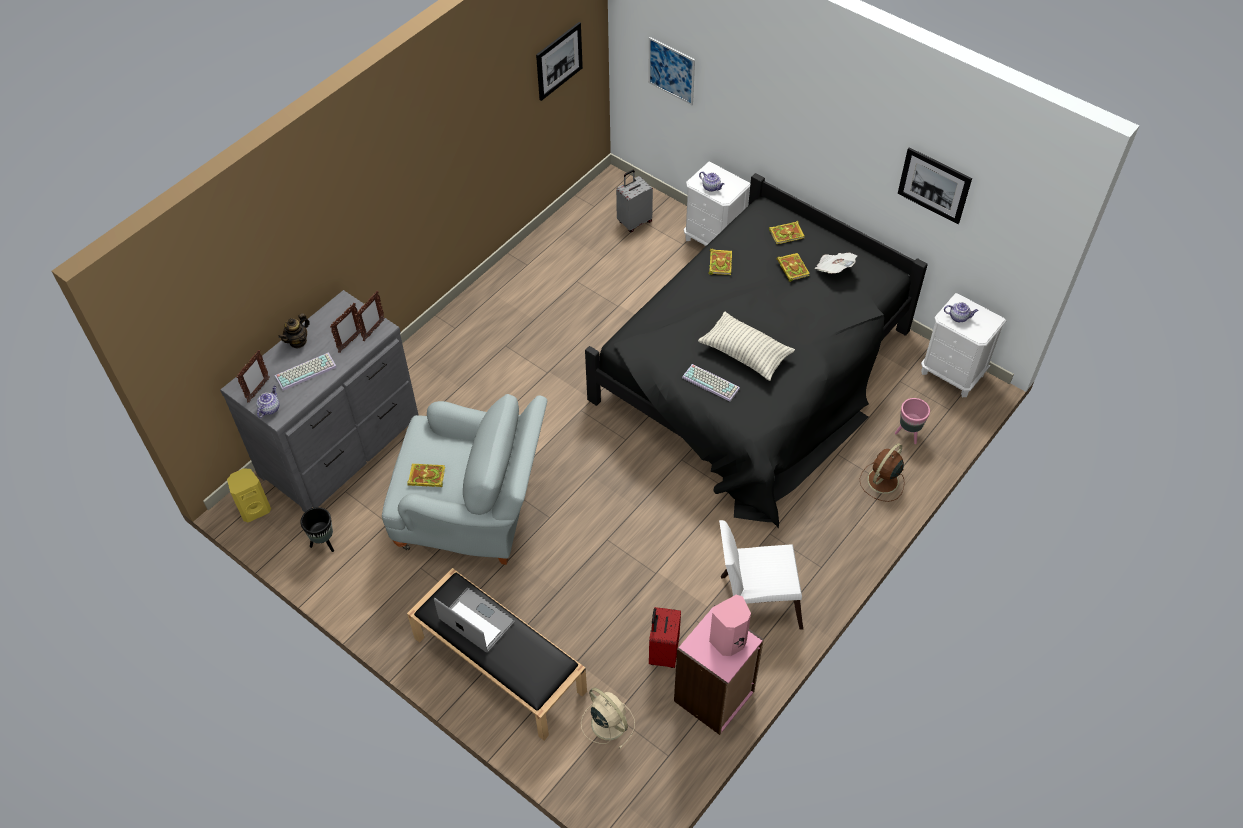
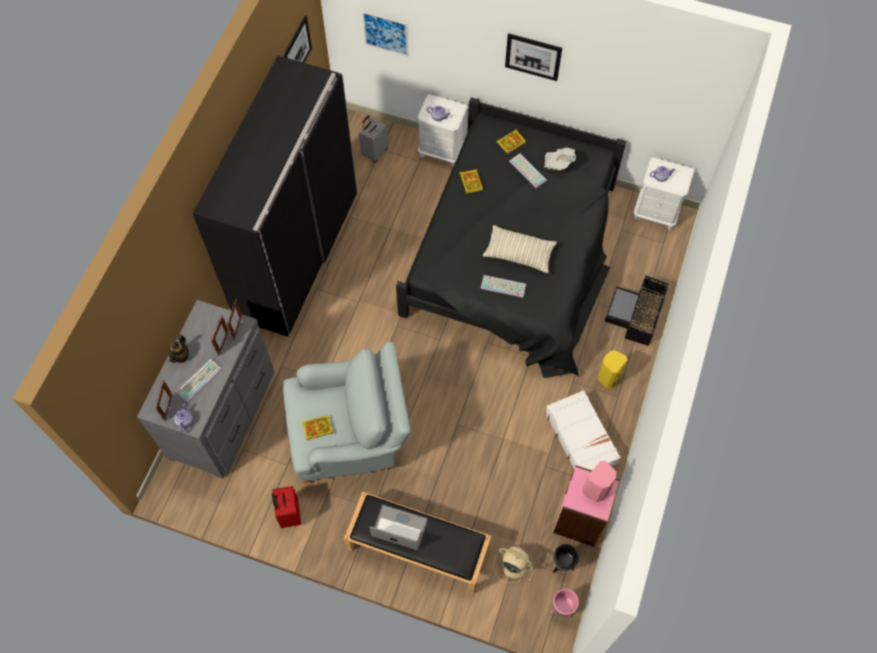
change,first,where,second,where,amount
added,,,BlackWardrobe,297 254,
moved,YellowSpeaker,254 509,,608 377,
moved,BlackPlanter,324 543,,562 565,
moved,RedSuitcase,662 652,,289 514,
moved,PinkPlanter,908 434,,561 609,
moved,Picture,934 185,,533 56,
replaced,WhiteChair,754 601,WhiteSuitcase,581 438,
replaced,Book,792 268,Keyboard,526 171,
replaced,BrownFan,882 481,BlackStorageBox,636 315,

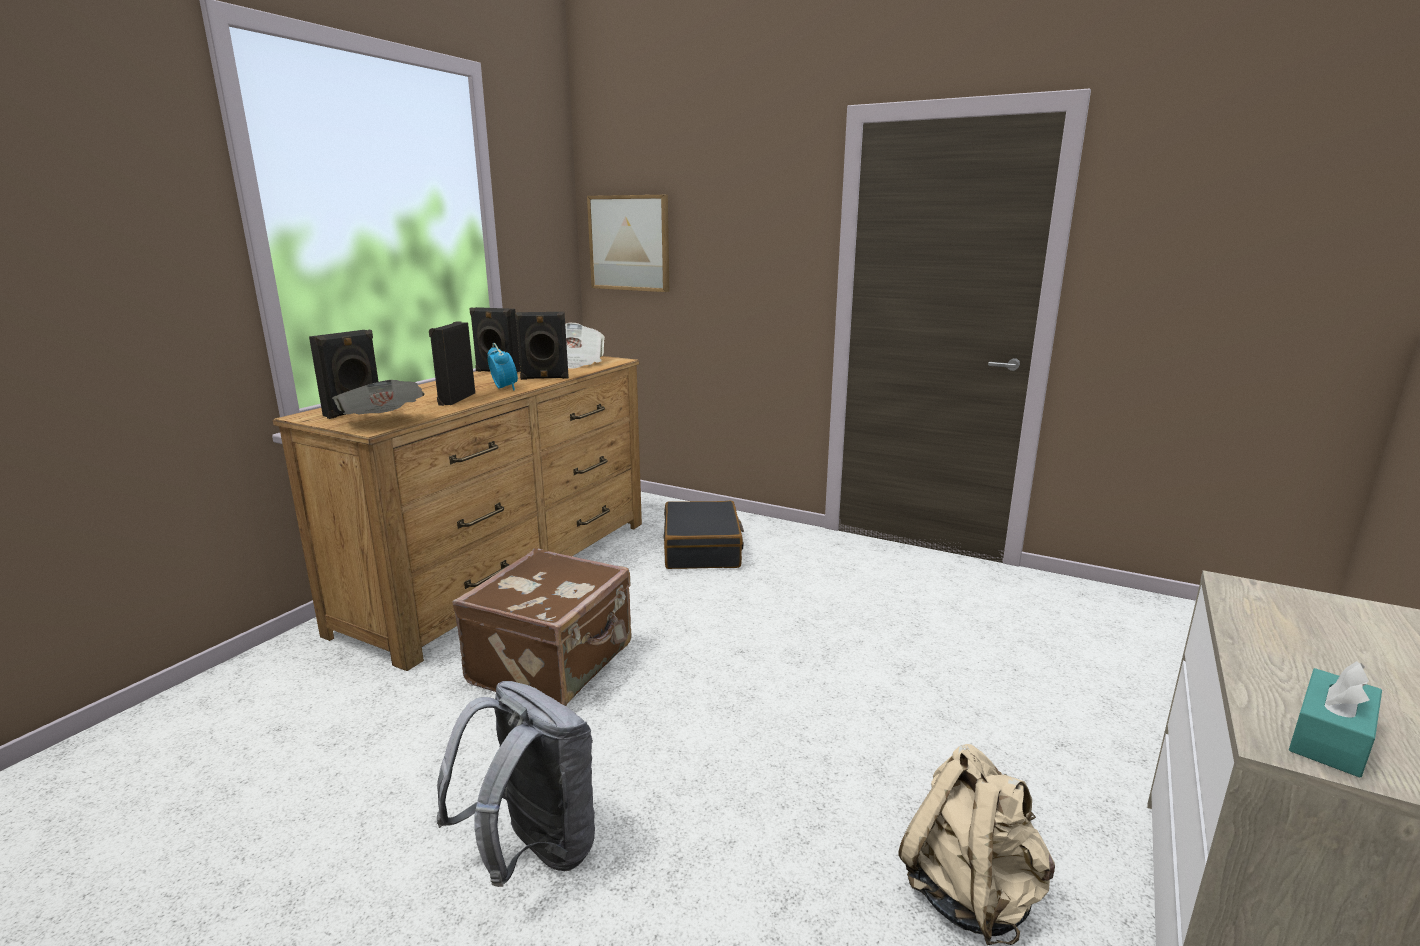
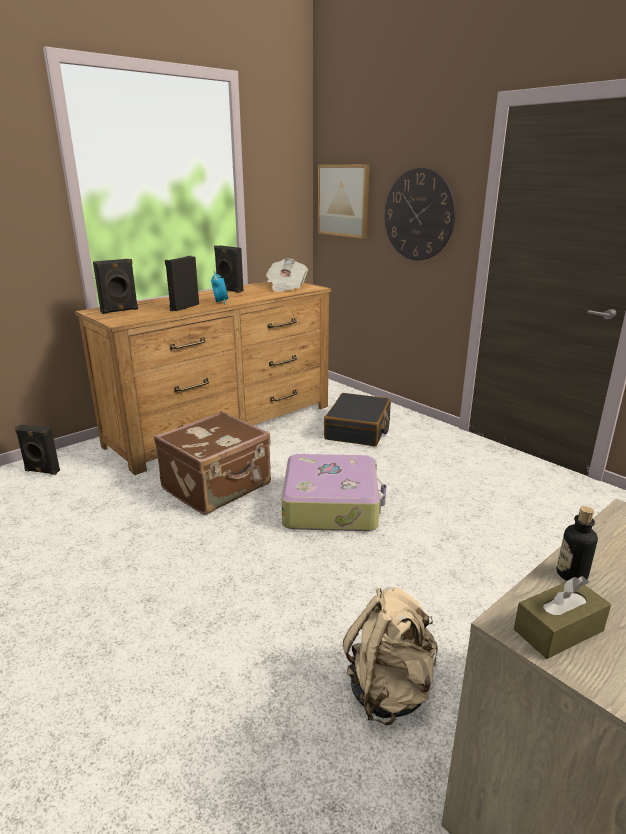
change,first,where,second,where,amount
removed,Newspaper,383 422,,,
removed,GreyBackpack,532 852,,,
added,,,Suitcase,332 505,
added,,,WallClock,419 215,
added,,,Bottle,571 574,
moved,BlackSpeaker,544 378,,41 471,
recoloured,TurquoiseTissueBox,1329 738,BrownTissueBox,558 630,

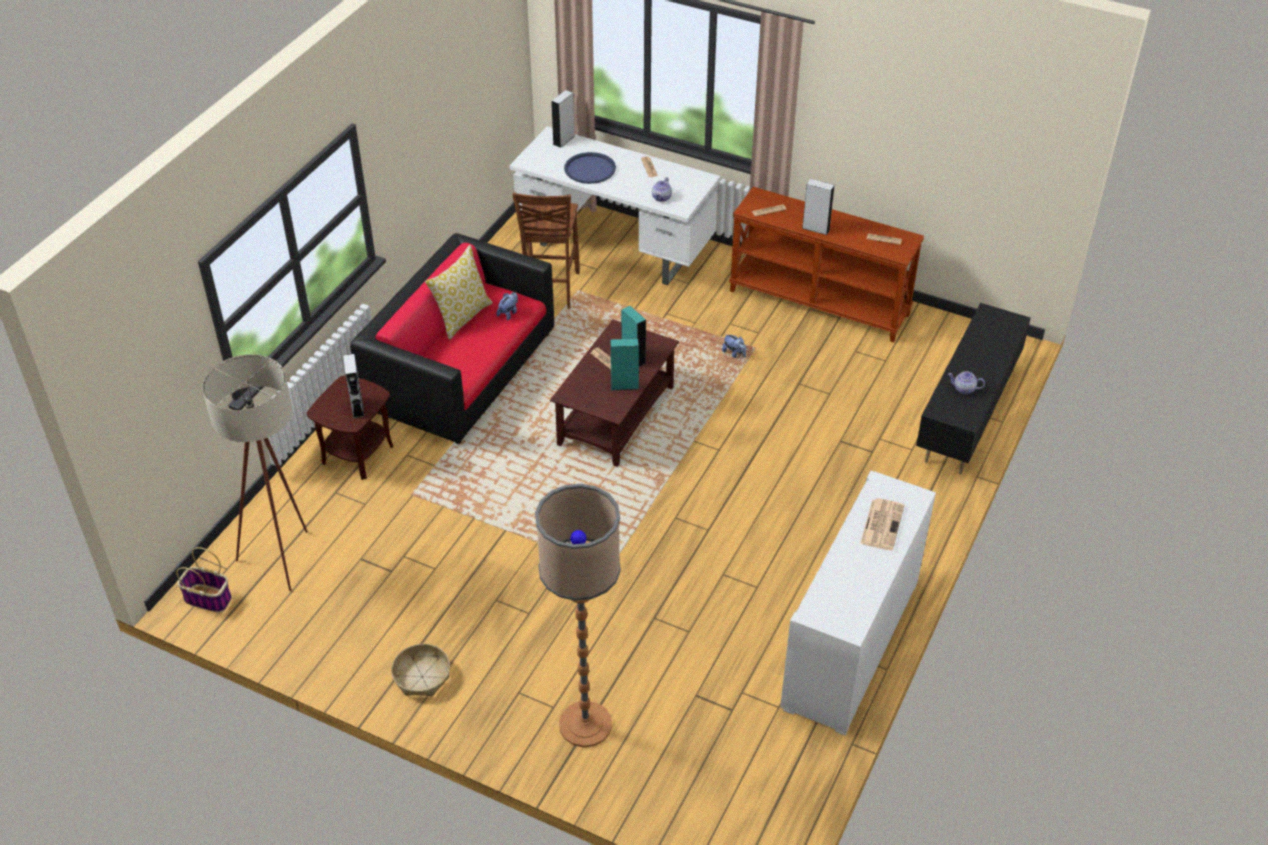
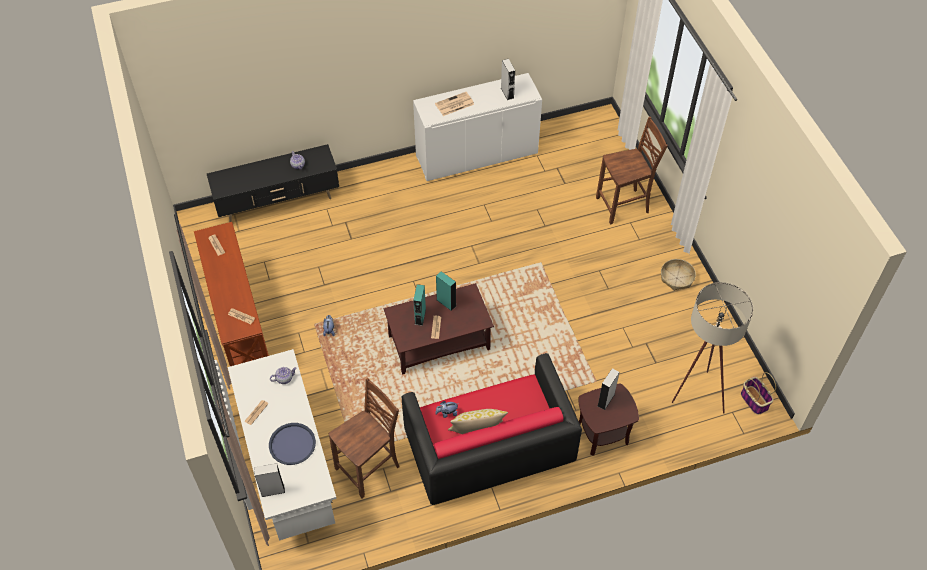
change,first,where,second,where,amount
moved,GreySpeaker,815 228,,507 93,
replaced,FloorLamp,585 724,BrownChair,624 206,

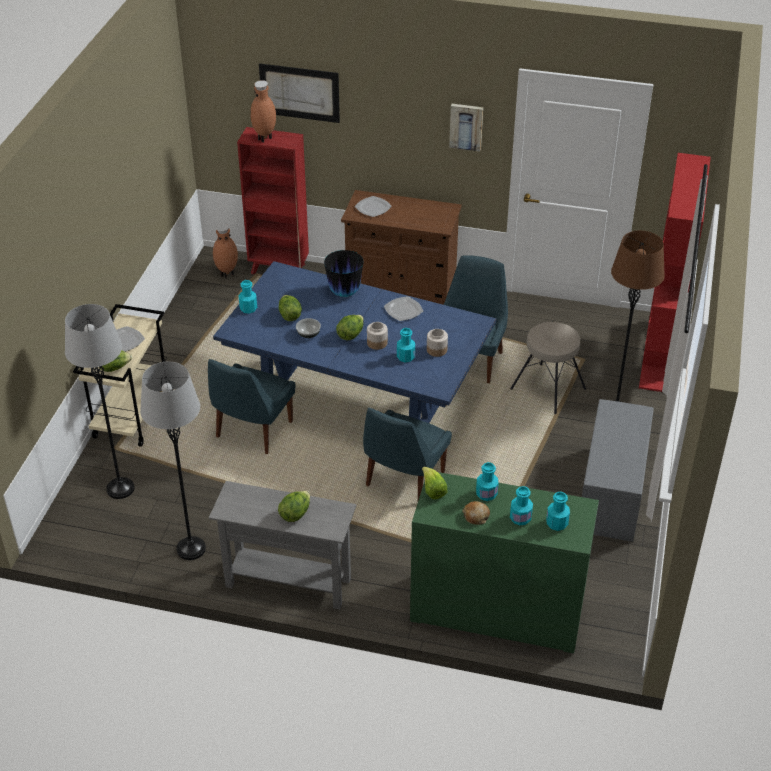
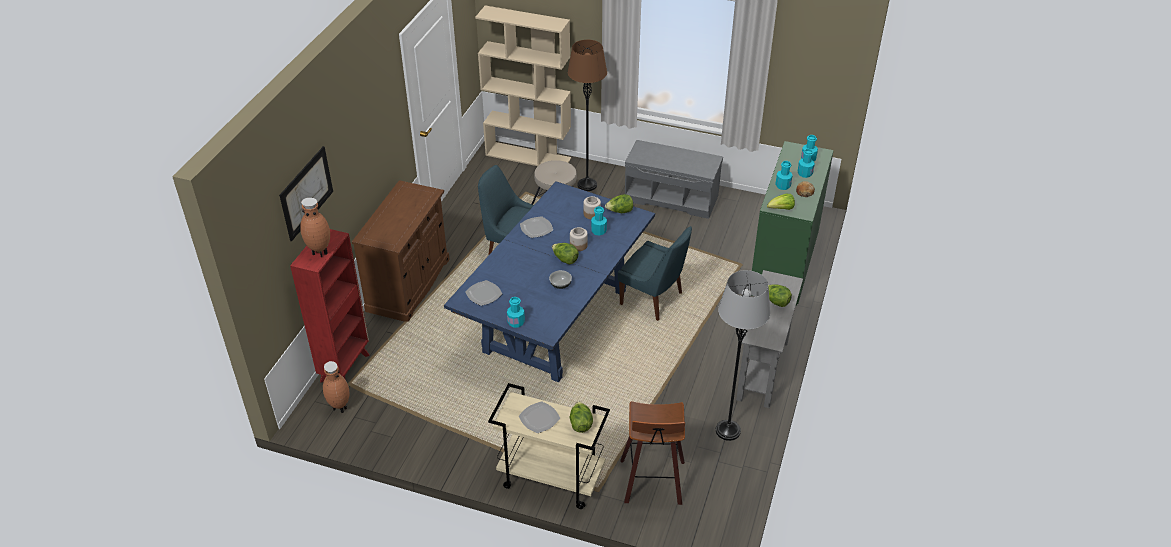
change,first,where,second,where,amount
removed,BlueChair,252 431,,,
removed,Vase,344 293,,,
removed,Picture,466 126,,,
moved,Lettuce,289 315,,620 212,
moved,Plate,373 208,,483 294,
replaced,GreyFloorLamp,120 489,Stool,653 484,
recoloured,RedBookcase,659 356,BeigeBookcase,528 156,

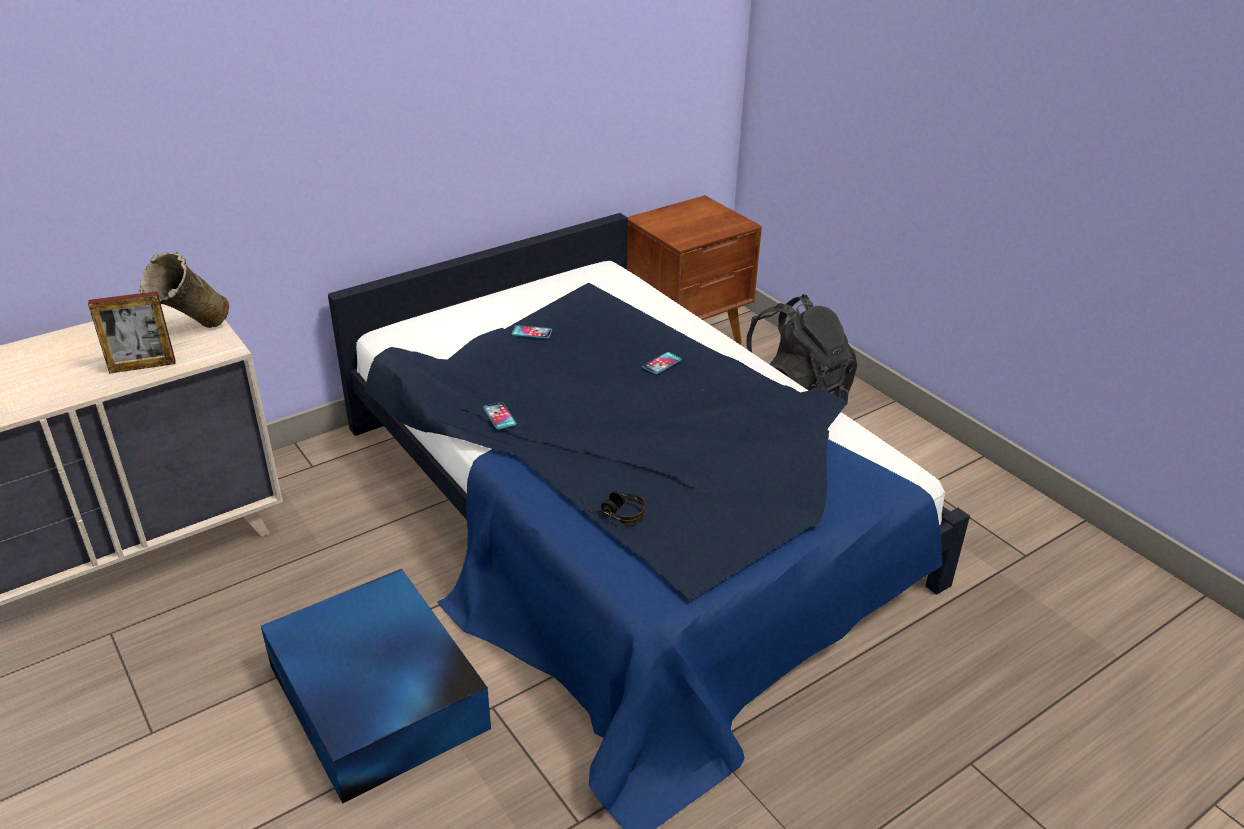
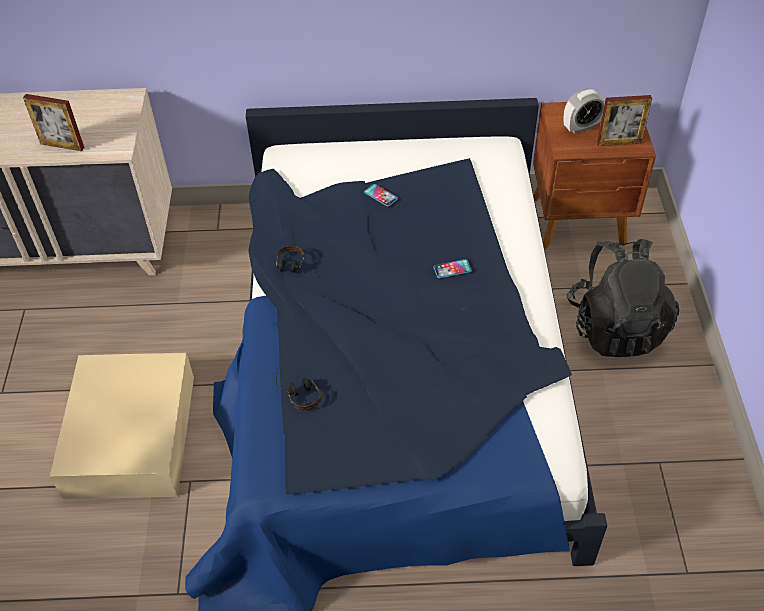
change,first,where,second,where,amount
removed,BeigeVase,193 334,,,
added,,,AlarmClock,581 127,
added,,,PictureFrame,619 142,
replaced,Phone,499 416,Headphones,290 269,
recoloured,BlueStorageBox,378 699,BeigeStorageBox,130 437,

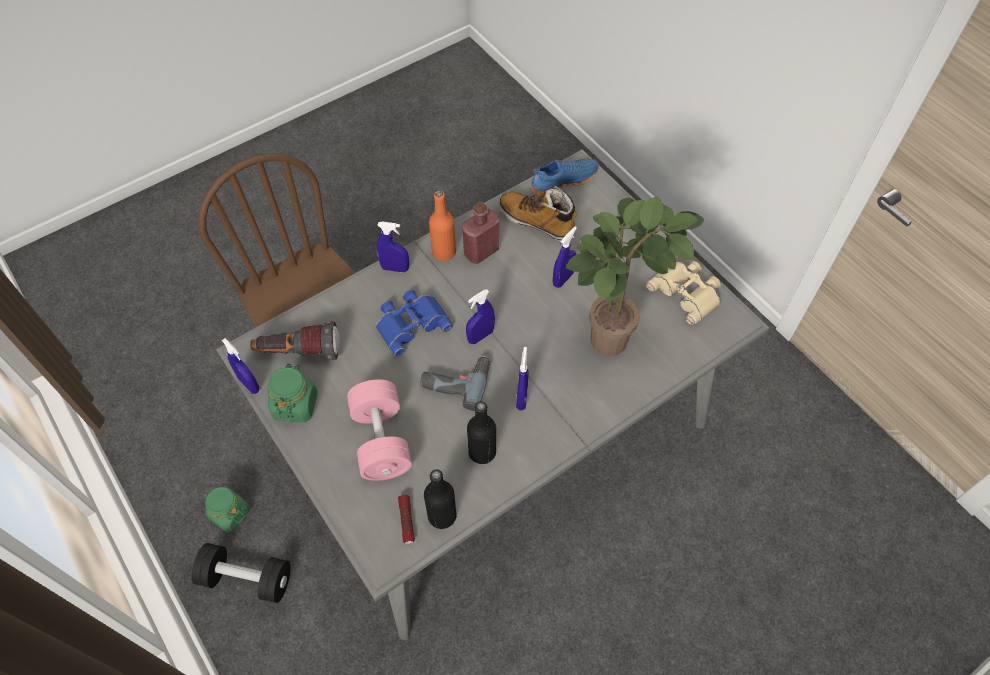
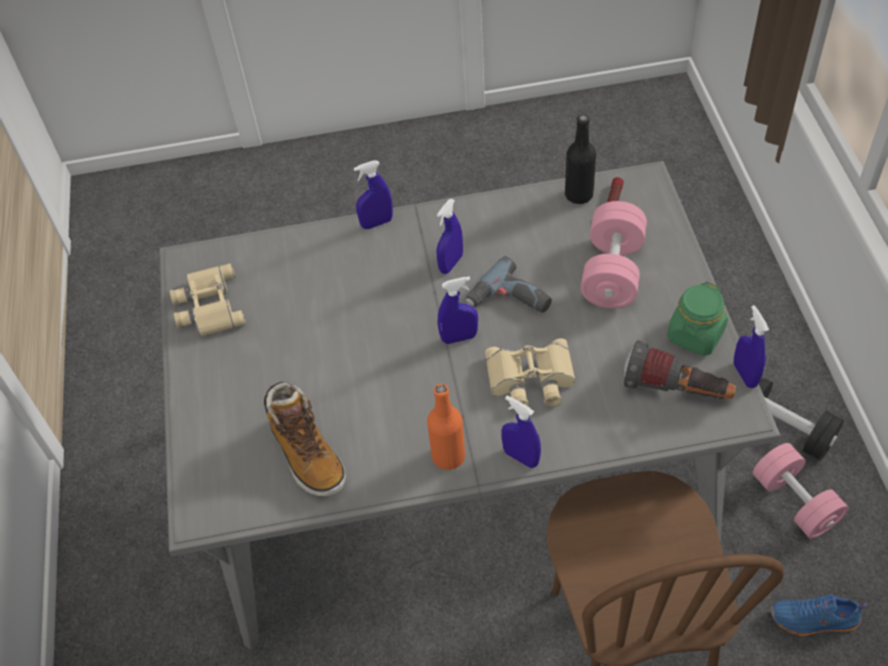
change,first,where,second,where,amount
removed,RedBottle,481 251,,,
removed,BlackBottle,482 452,,,
removed,PottedPlant,611 334,,,
moved,BlueShoe,563 180,,814 620,
moved,BlueSprayBottle,563 279,,377 223,
replaced,GreenJar,229 514,PinkDumbbell,794 501,
recoloured,BlueBinoculars,411 323,BeigeBinoculars,530 380,

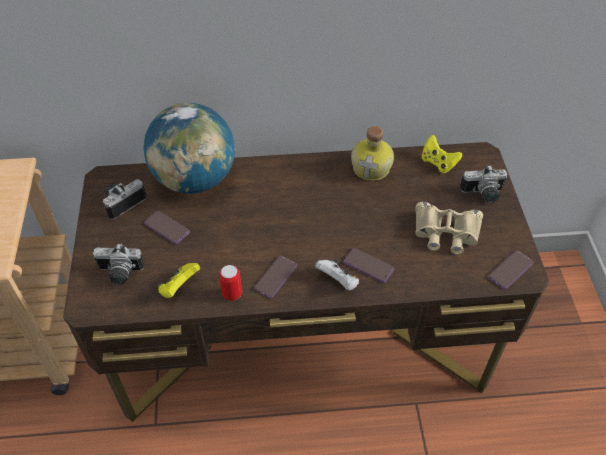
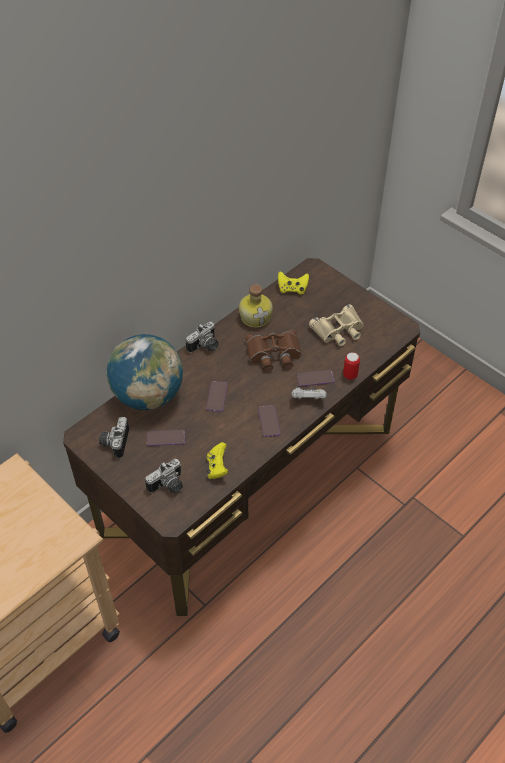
change,first,where,second,where,amount
added,,,BrownBinoculars,273 354,
moved,Can,232 294,,350 375,
moved,PhotoCamera,483 194,,205 346,
moved,Phone,511 270,,217 396,

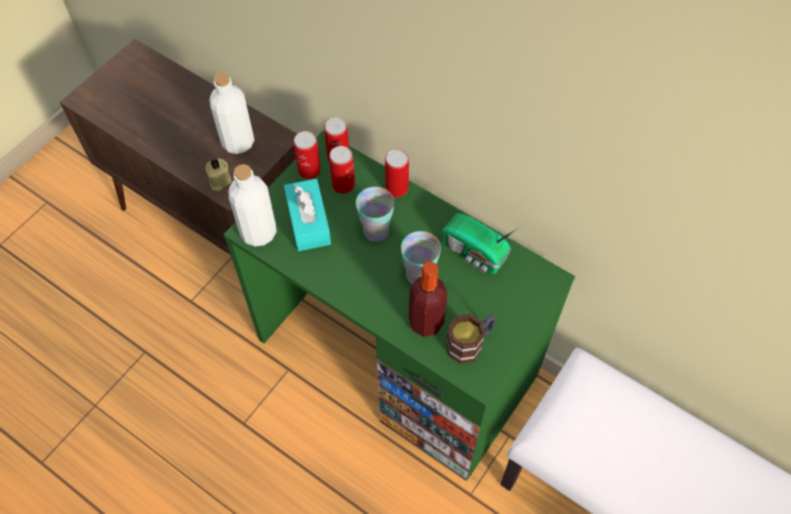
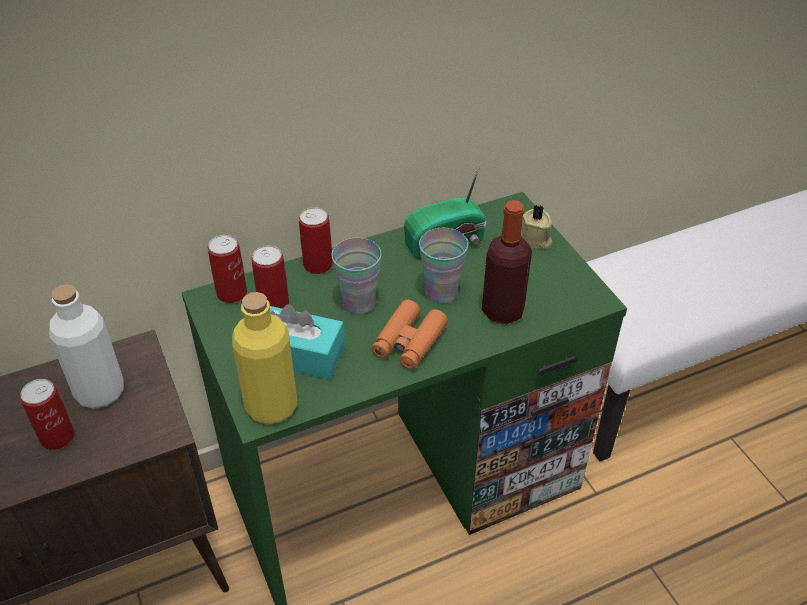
change,first,where,second,where,amount
removed,Mug,470 343,,,
added,,,OrangeBinoculars,409 342,
moved,BeigeCandle,219 181,,535 240,
moved,Can,309 170,,57 437,
recoloured,WhiteBottle,258 232,YellowBottle,271 406,

